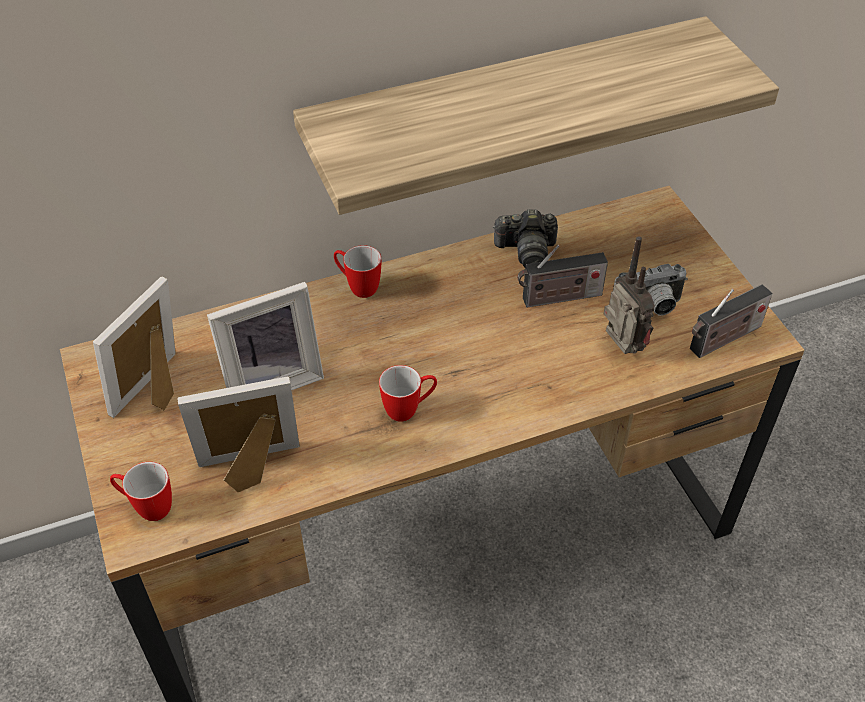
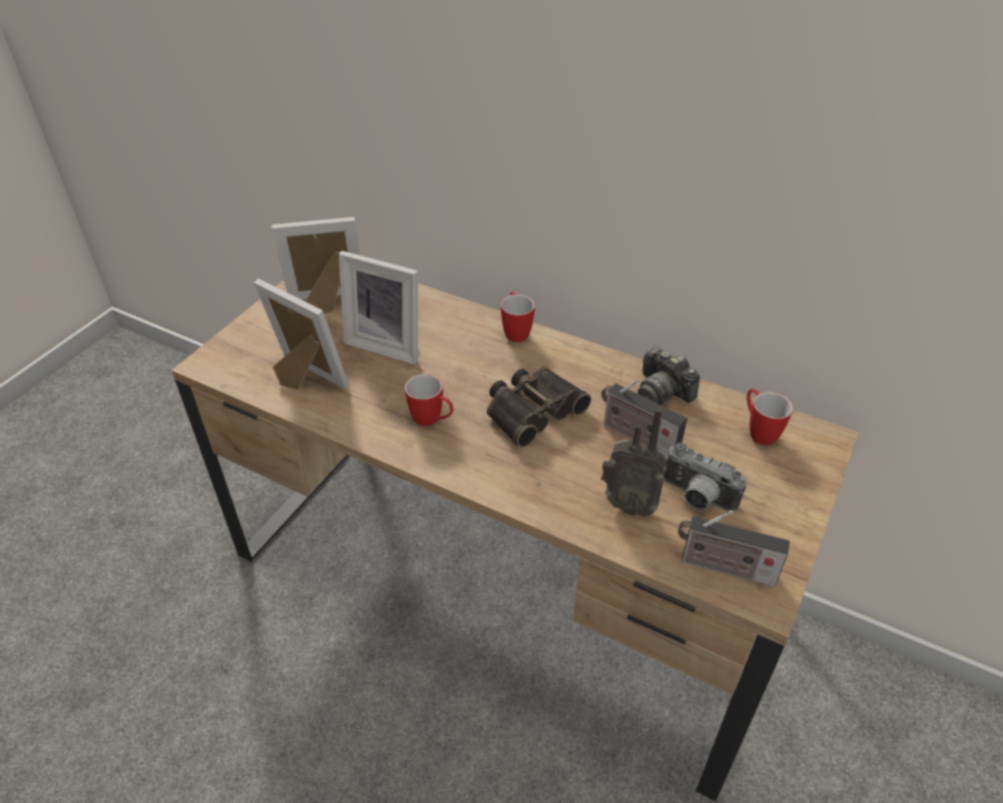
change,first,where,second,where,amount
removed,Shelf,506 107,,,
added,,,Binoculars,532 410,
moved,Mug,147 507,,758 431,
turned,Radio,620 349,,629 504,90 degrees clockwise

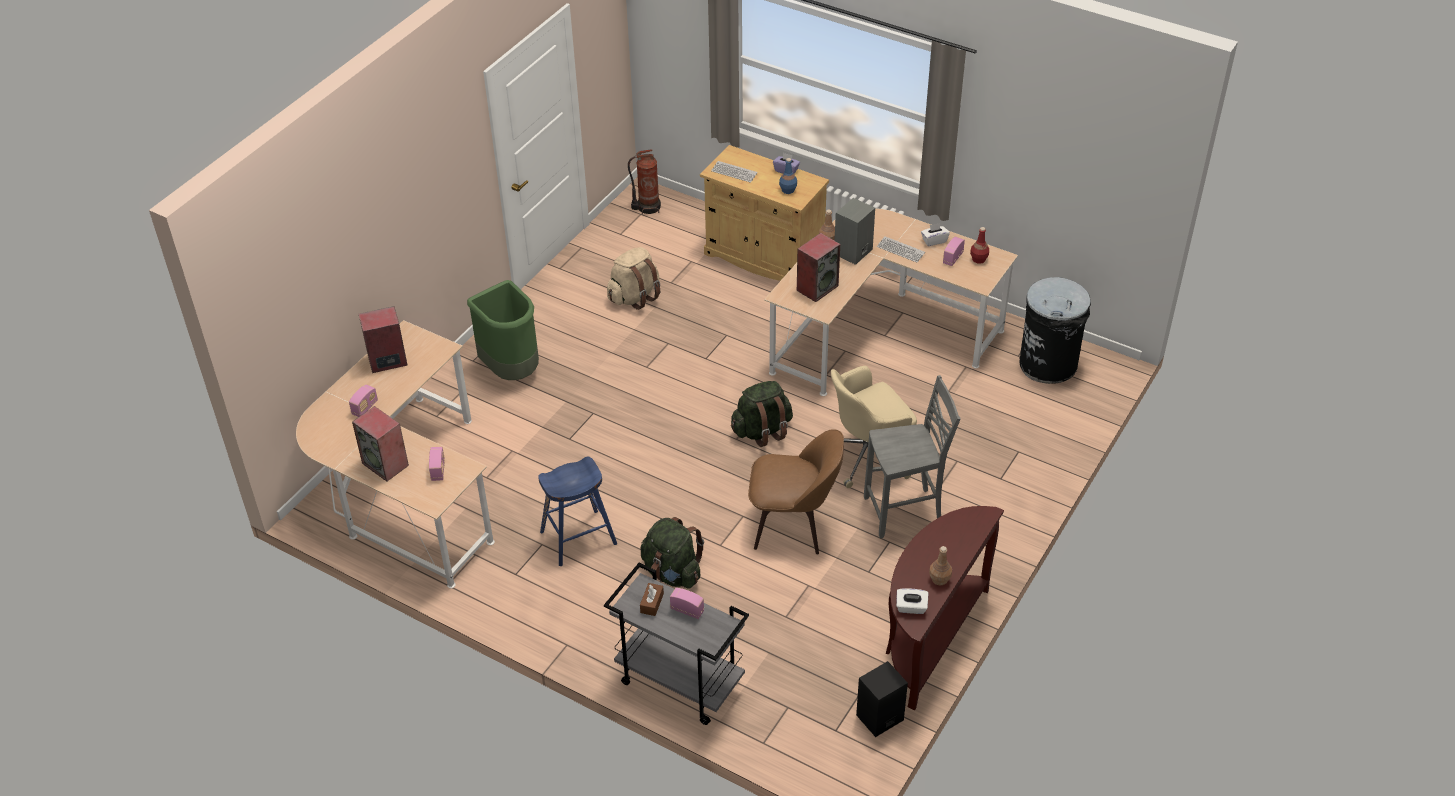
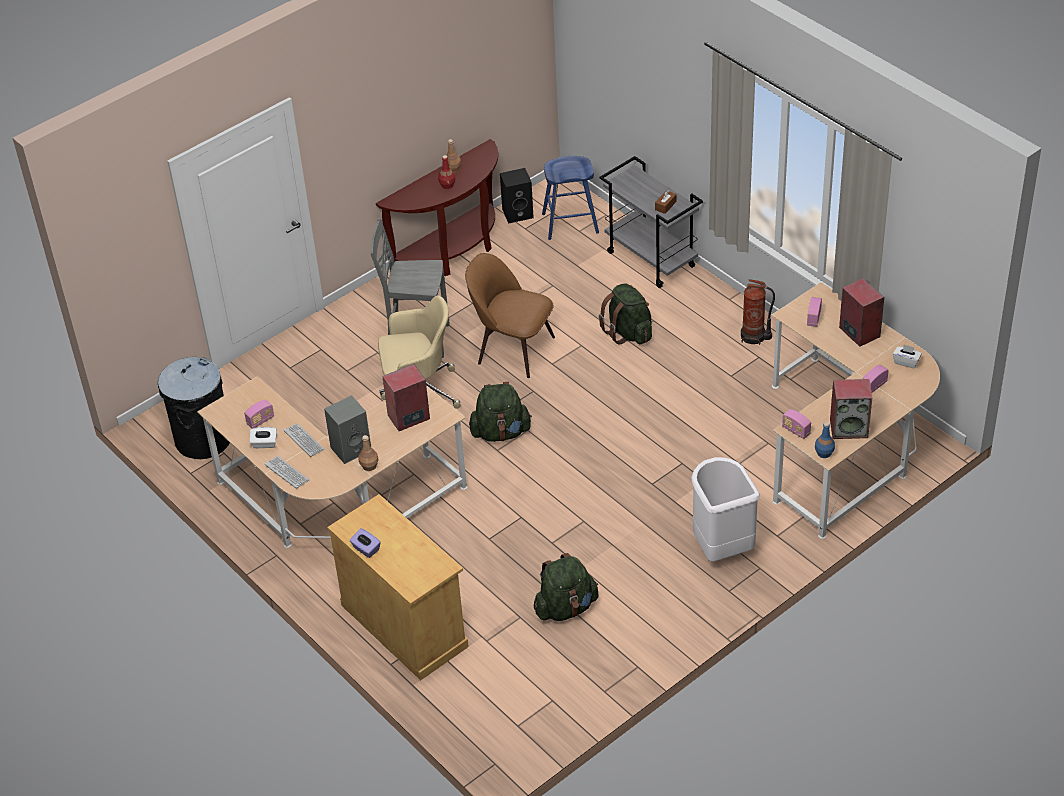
change,first,where,second,where,amount
moved,BlueStool,578 538,,570 223,
moved,FireExtinguisher,647 207,,754 337,
moved,Radio,687 610,,796 431,
moved,Keyboard,734 172,,287 473,
moved,BlueBottle,788 190,,824 453,
moved,WhiteTissueBox,911 608,,906 362,
moved,RedBottle,978 259,,447 185,
recoloured,GreenTrashCan,512 370,WhiteTrashCan,721 547,
recoloured,BeigeBackpack,634 296,GreenBackpack,566 608,

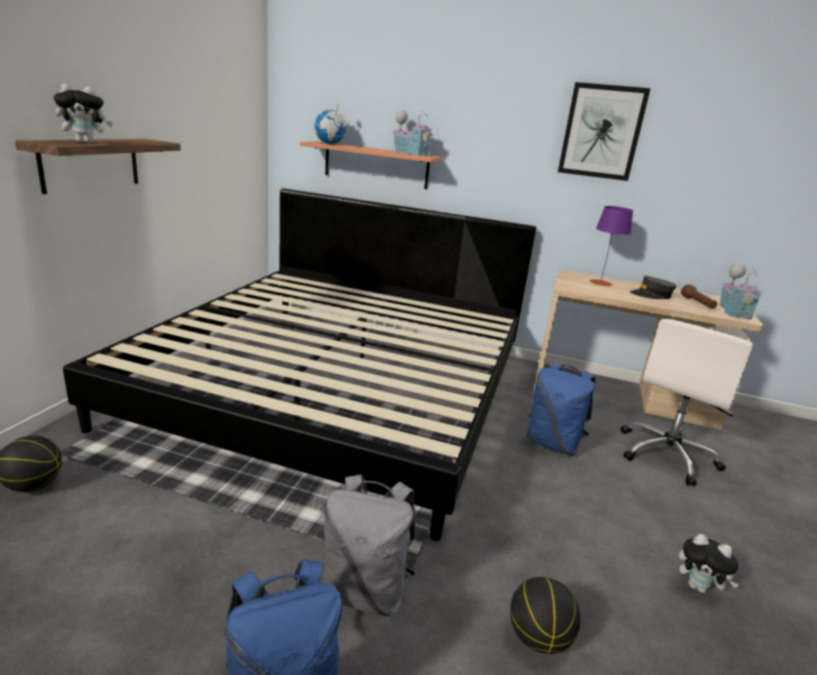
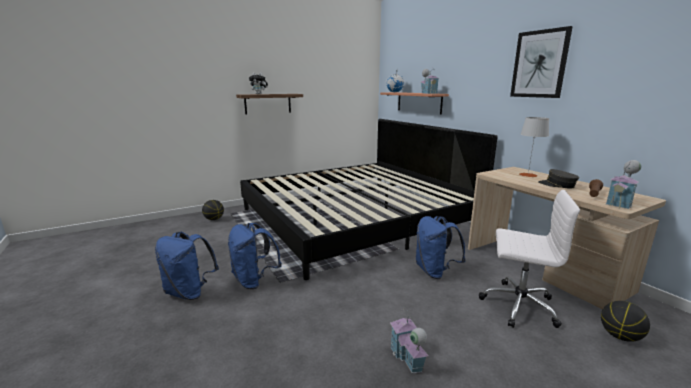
change,first,where,second,where,amount
moved,Basketball,537 638,,619 336,
replaced,PlushToy,698 587,ToyHouse,407 357,
recoloured,GreyBackpack,365 591,BlueBackpack,254 281,
recoloured,PurpleTableLamp,600 283,GreyTableLamp,528 175,
turned,WhiteOfficeChair,667 455,,517 305,150 degrees counterclockwise

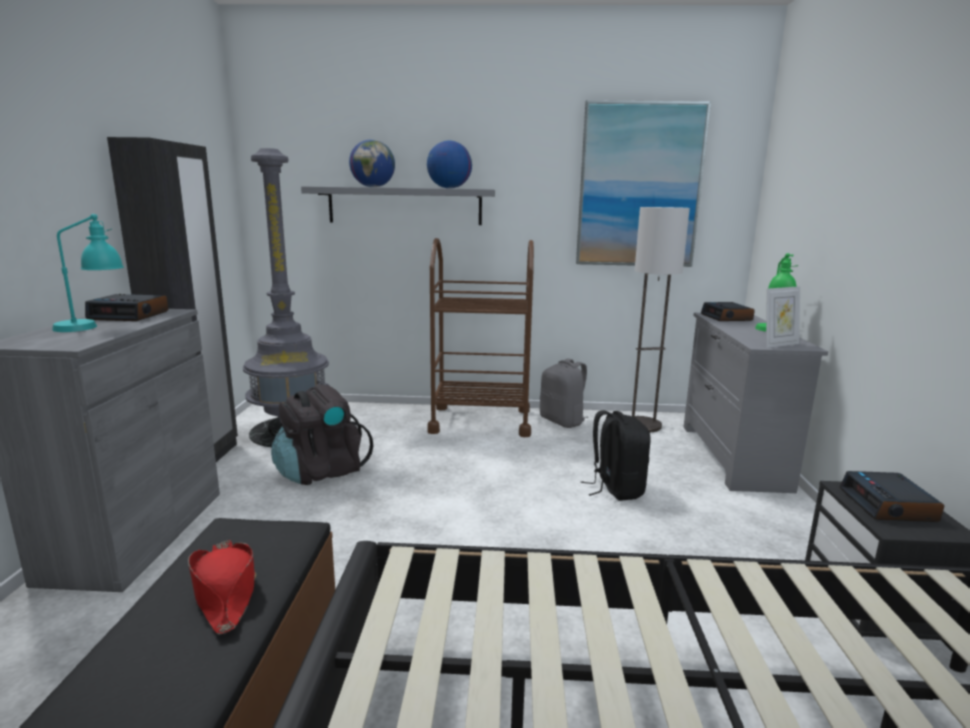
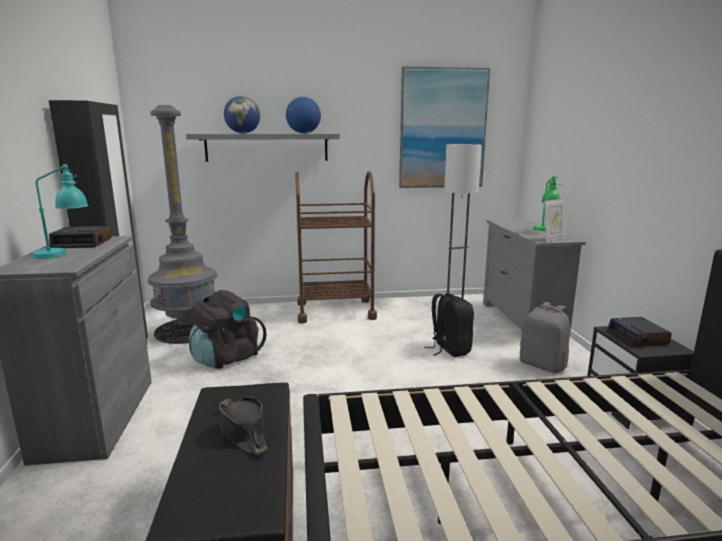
change,first,where,second,where,amount
removed,AlarmClock,727 317,,,
moved,GreyBackpack,563 421,,543 365,
recoloured,RedHat,225 592,BlackHat,242 431,

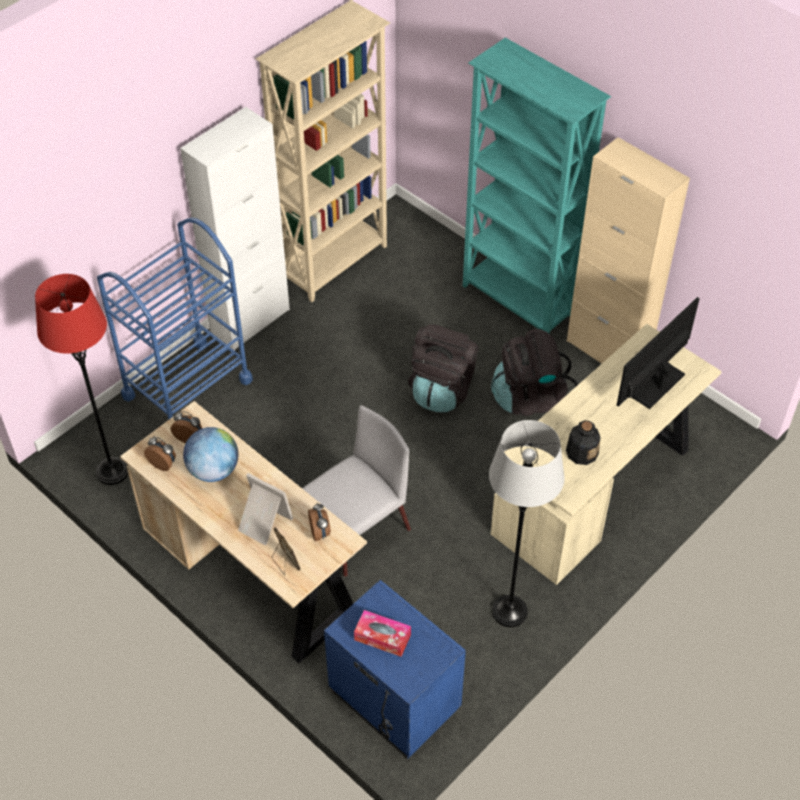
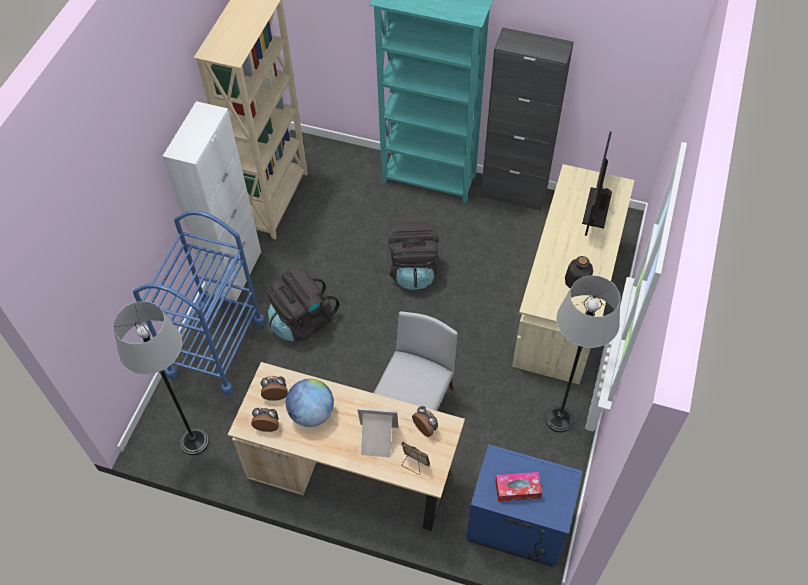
change,first,where,second,where,amount
moved,BlackBackpack,529 397,,302 321,
recoloured,RedFloorLamp,112 471,GreyFloorLamp,195 442,
recoloured,BeigeCabinet,607 351,BlackCabinet,513 193,

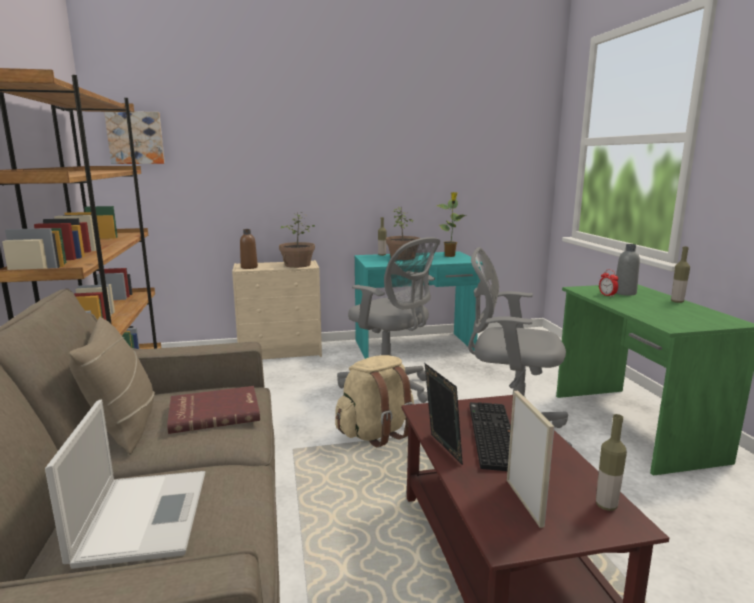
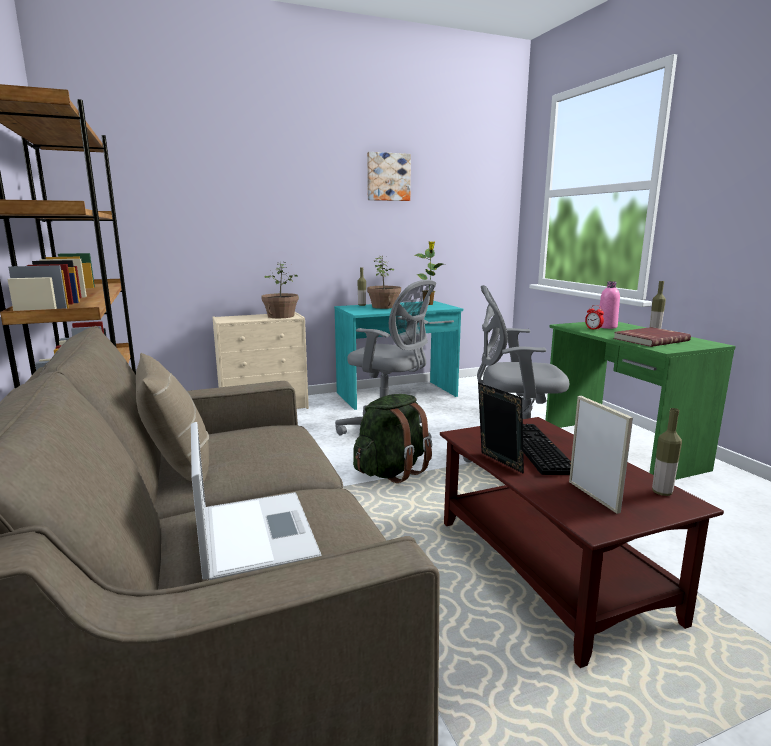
change,first,where,second,where,amount
removed,BrownBottle,249 267,,,
moved,Picture,136 138,,388 177,
moved,RedBook,214 412,,650 339,
recoloured,BeigeBackpack,376 433,GreenBackpack,391 471,
recoloured,GreyBottle,624 293,PinkBottle,606 327,

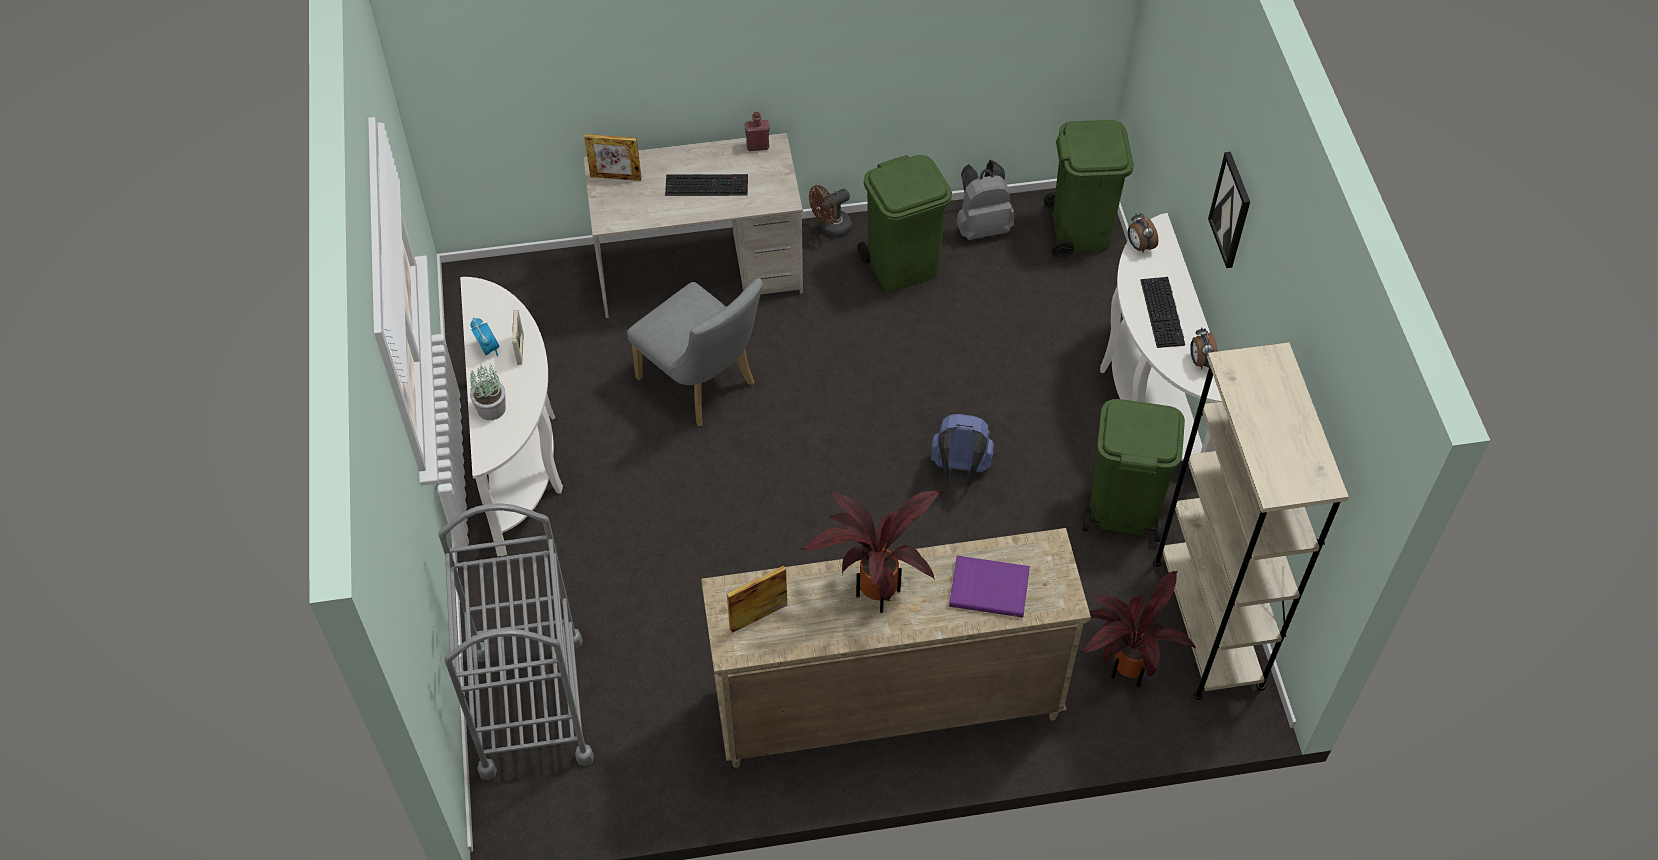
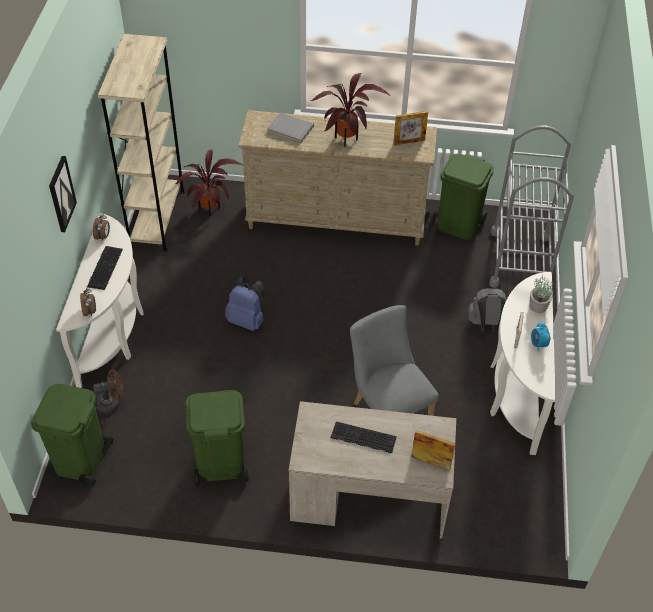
change,first,where,second,where,amount
removed,RedBottle,757 146,,,
moved,BrownFan,831 229,,112 403,
moved,GreyBackpack,982 226,,485 326,
moved,GreenTrashCan,1122 509,,459 225,
recoloured,PurpleBook,989 587,GreyBook,290 130,

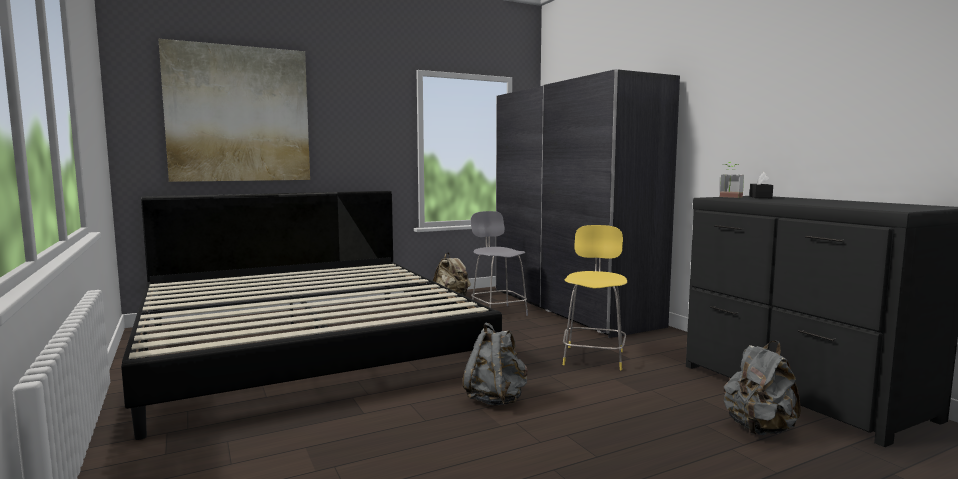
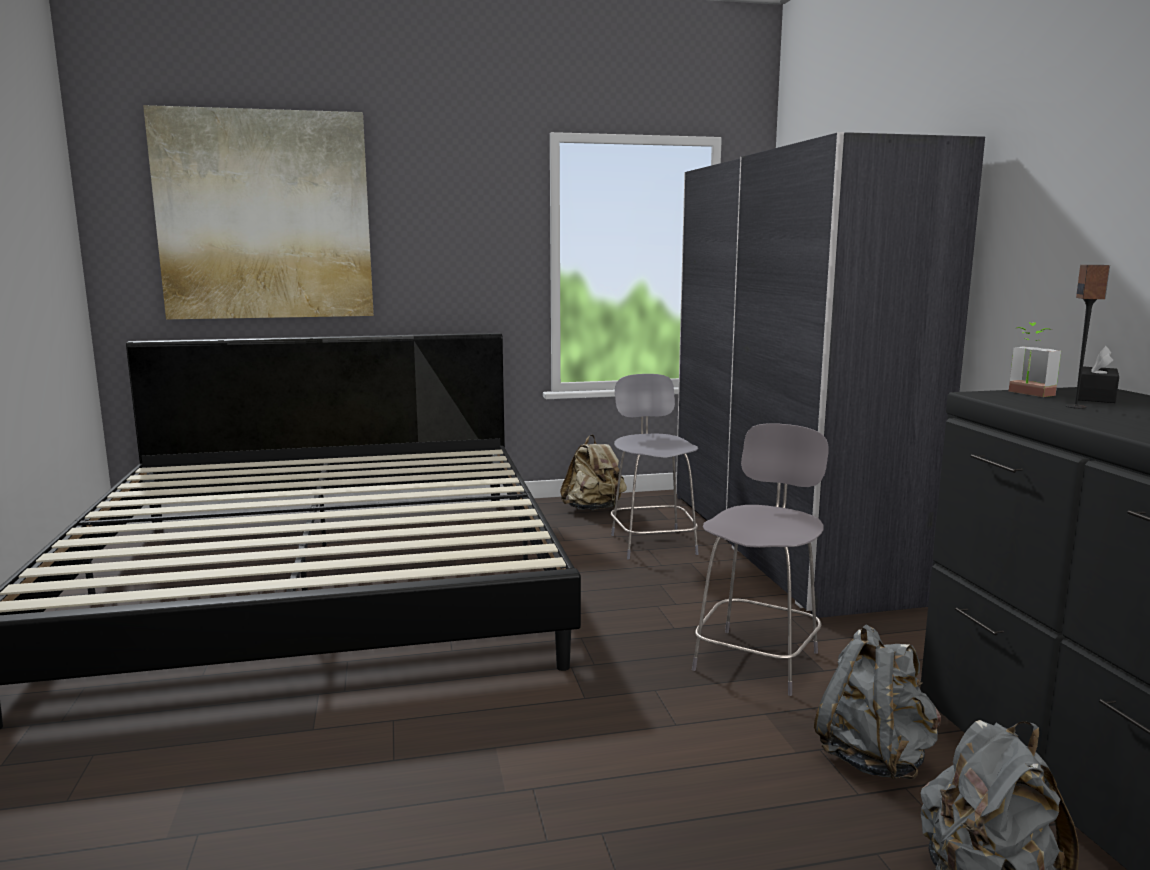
change,first,where,second,where,amount
added,,,Speaker,1076 407,
moved,GreyBackpack,496 399,,874 758,
recoloured,YellowChair,593 357,GreyChair,758 659,

